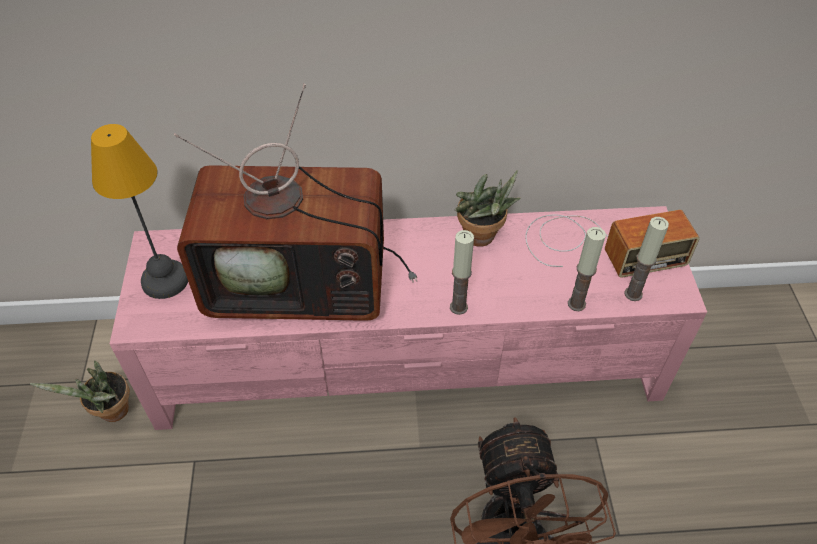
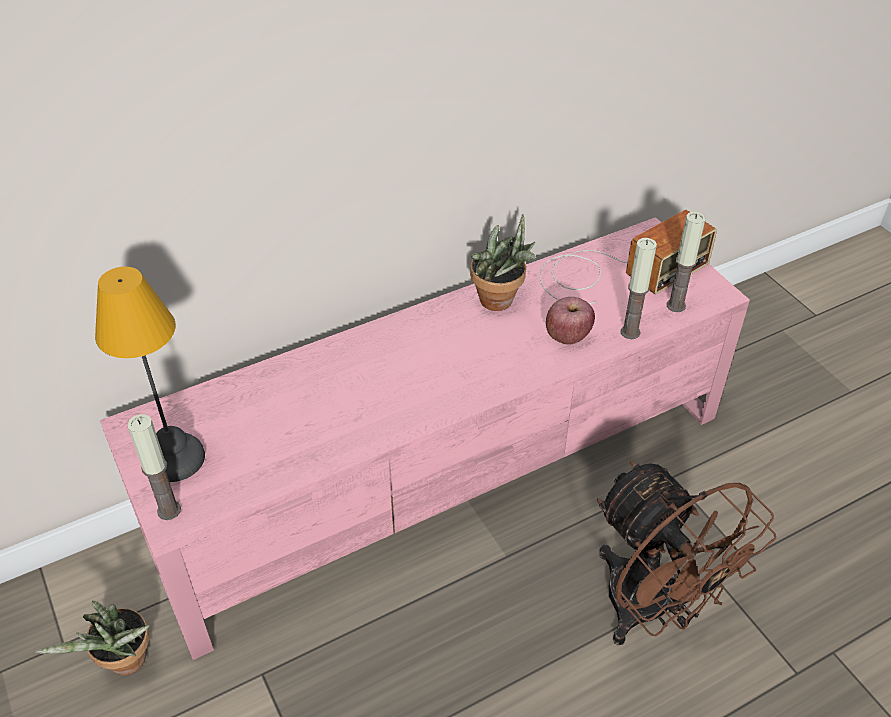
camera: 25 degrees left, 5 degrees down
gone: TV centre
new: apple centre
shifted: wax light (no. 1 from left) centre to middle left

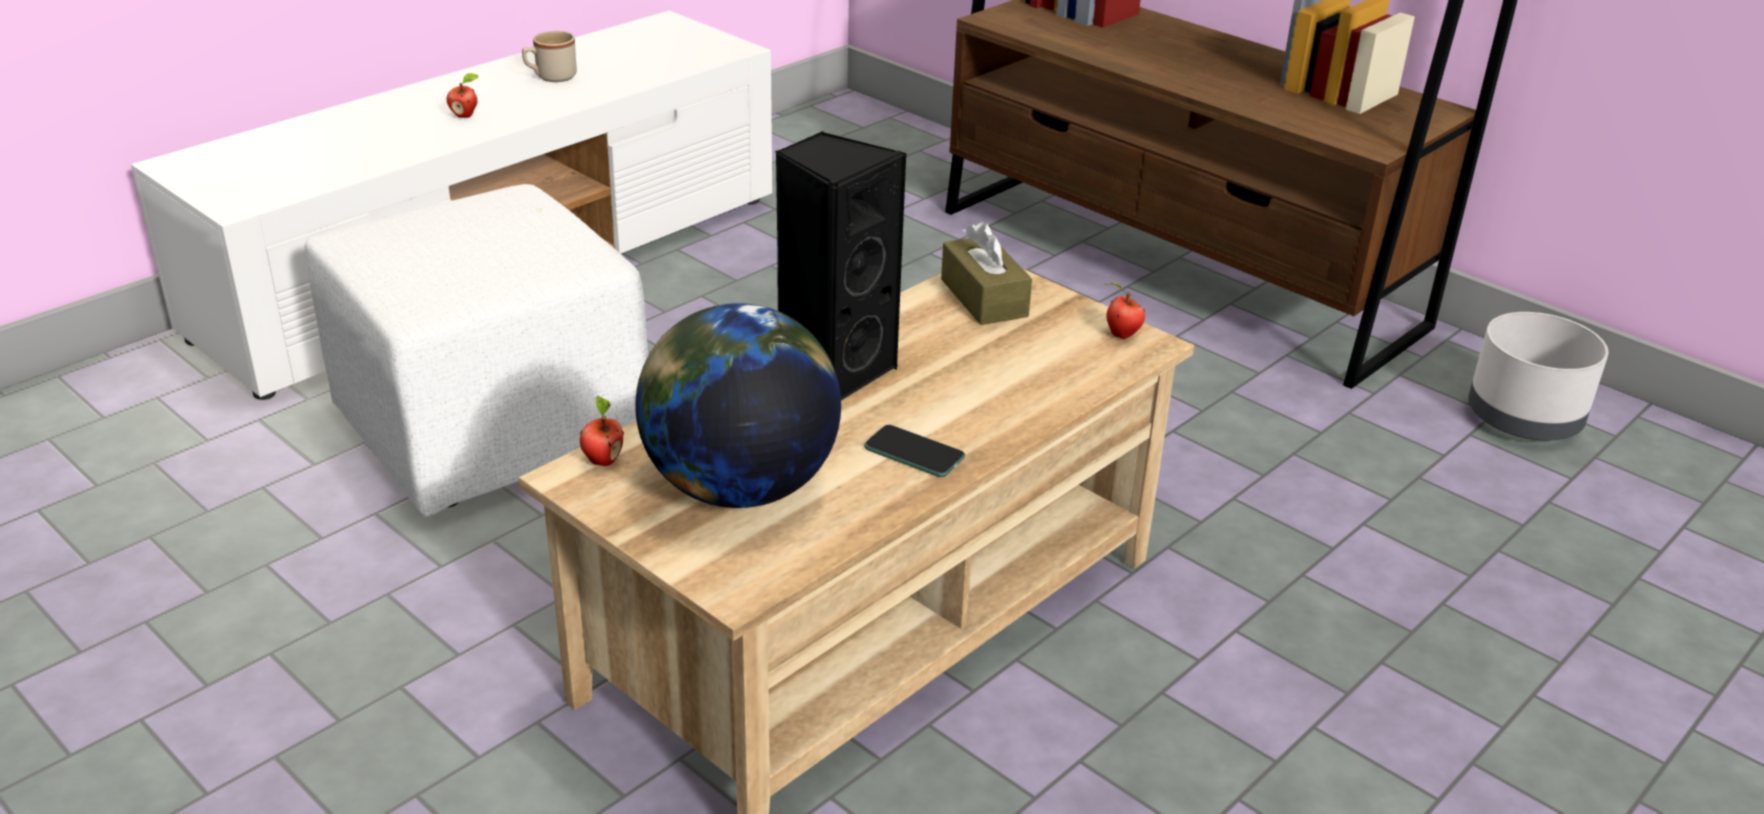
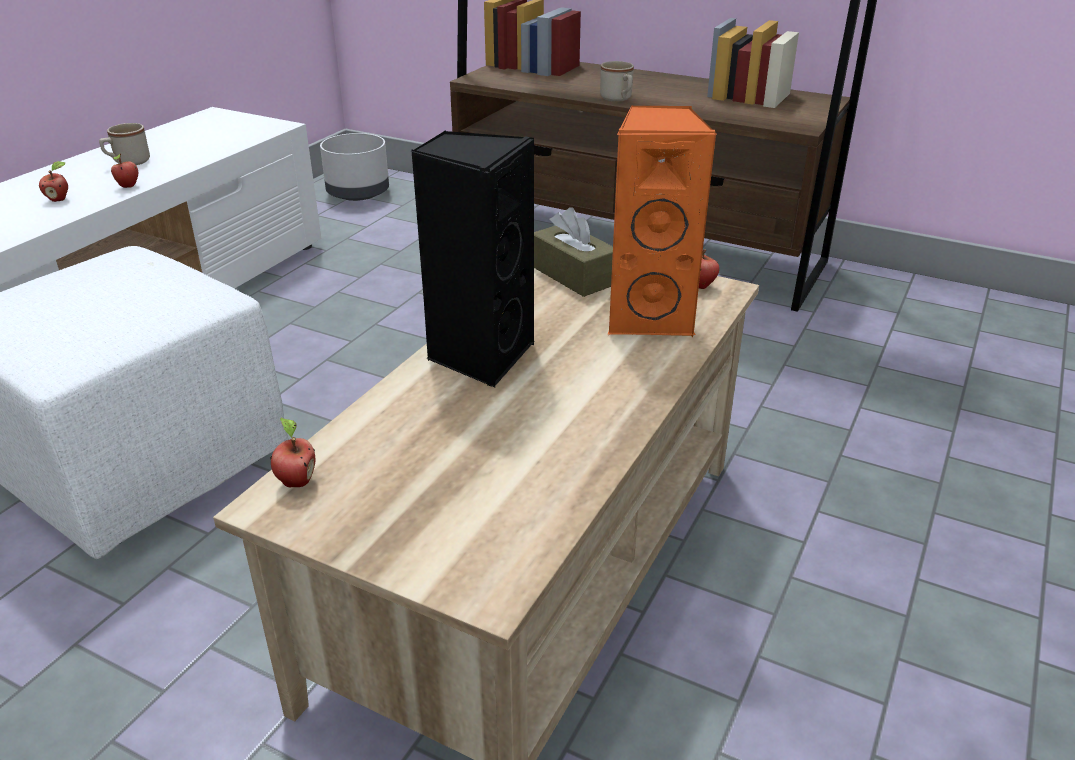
camera: 15 degrees left, 0 degrees up
gone: globe centre; handset centre
new: beige-coloured tea mug (no. 2 from left) top centre; orangey audio speaker top centre; apple (no. 2 from left) top left
shifted: grey flower pot middle right to top left

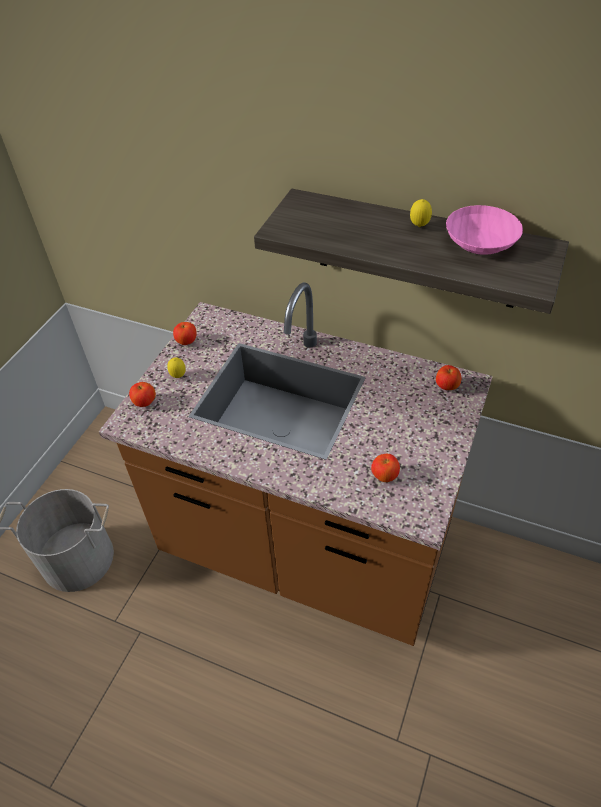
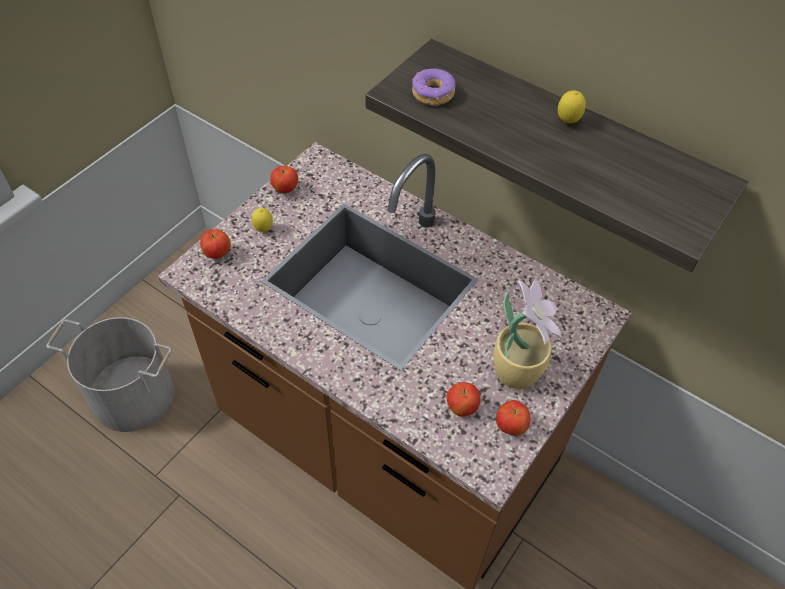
camera: 10 degrees right, 5 degrees up
gone: pink bowl top right
new: ring doughnut top centre; plant in a pot middle right
shifted: apple (no. 4 from left) middle right to bottom centre

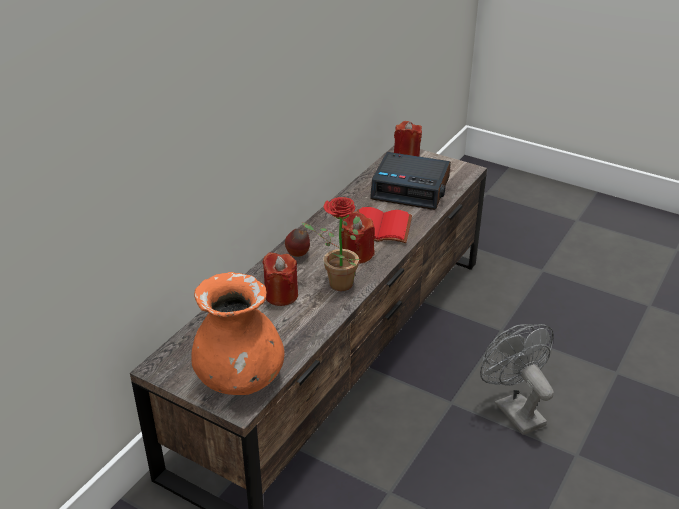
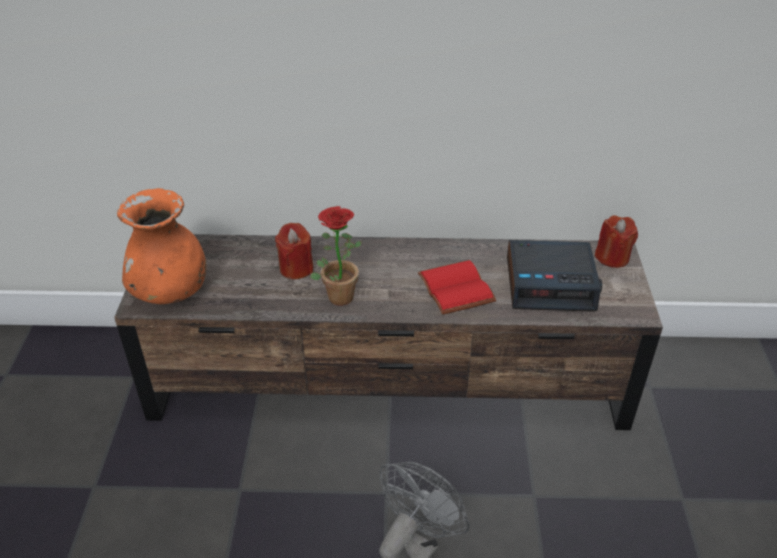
camera: 60 degrees right, 5 degrees up
gone: reddish wax light (no. 2 from left) centre; apple centre
rotated: table clock centre = middle right 75 degrees counterclockwise

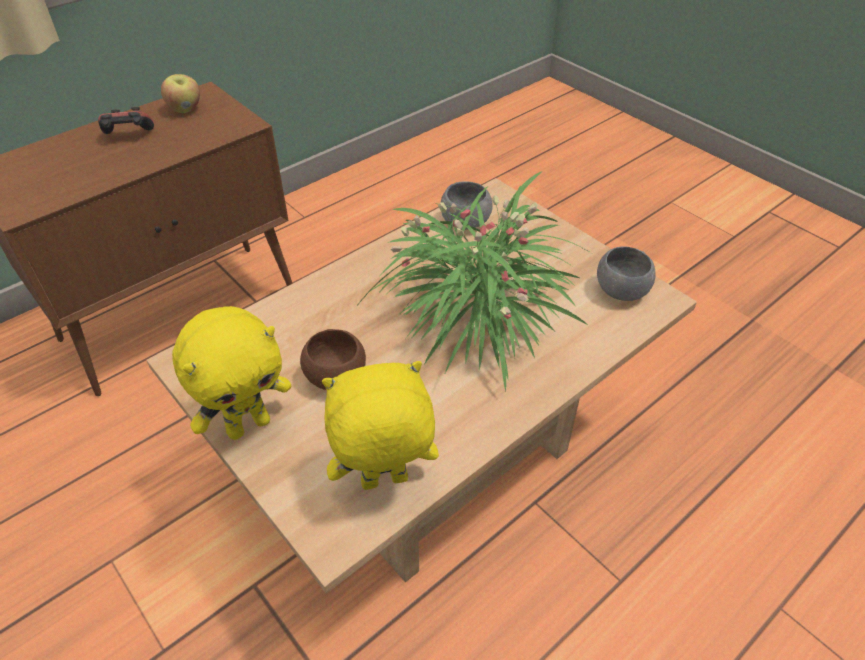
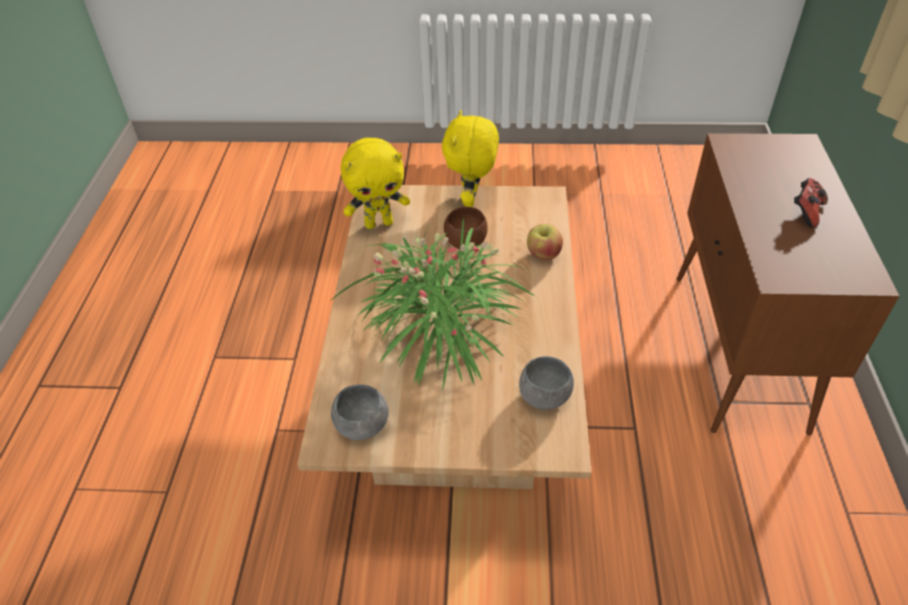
camera: 135 degrees right, 0 degrees up
shifted: apple top left to centre
rotated: yellow cuddly toy (no. 2 from left in the first image) centre = top centre 45 degrees clockwise

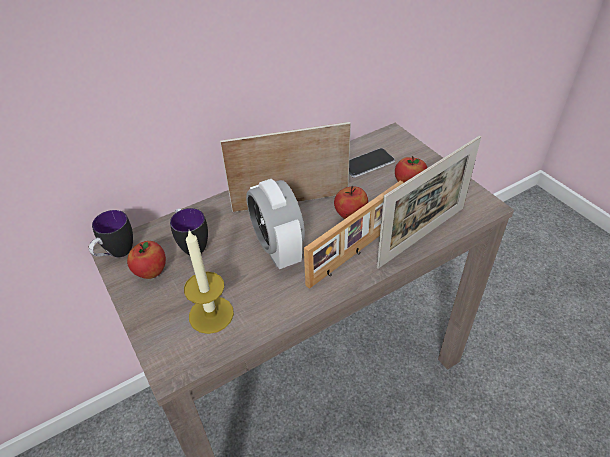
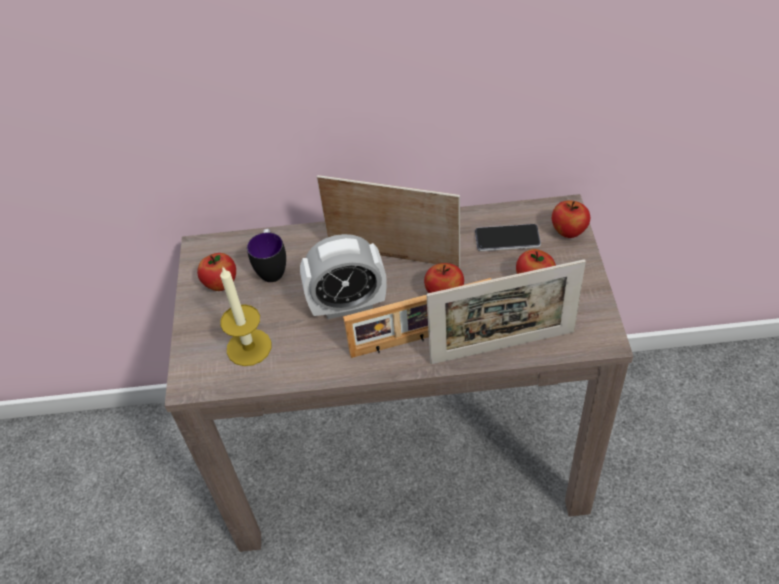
camera: 30 degrees right, 5 degrees up
gone: tea mug (no. 1 from left) middle left
new: apple (no. 4 from left) middle right
rotated: table clock centre = centre 105 degrees counterclockwise

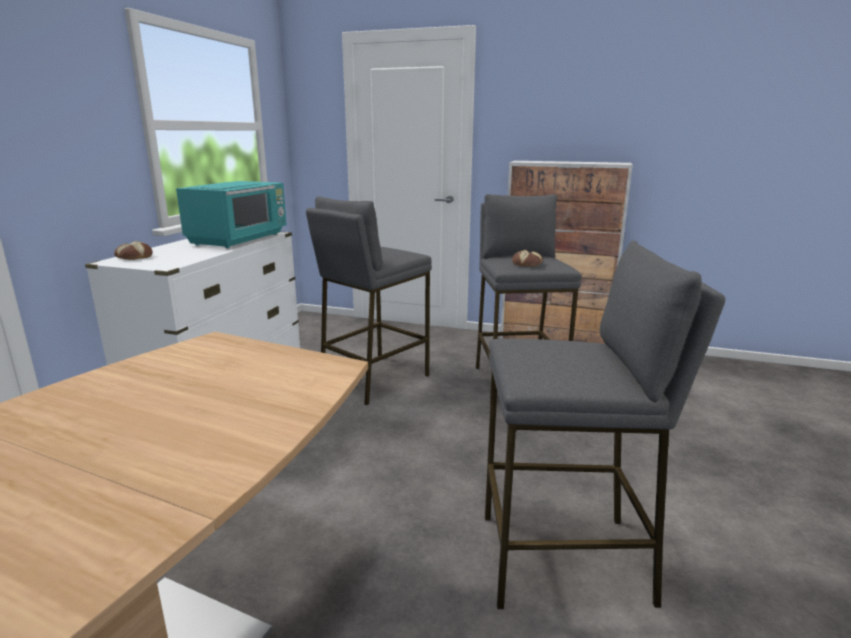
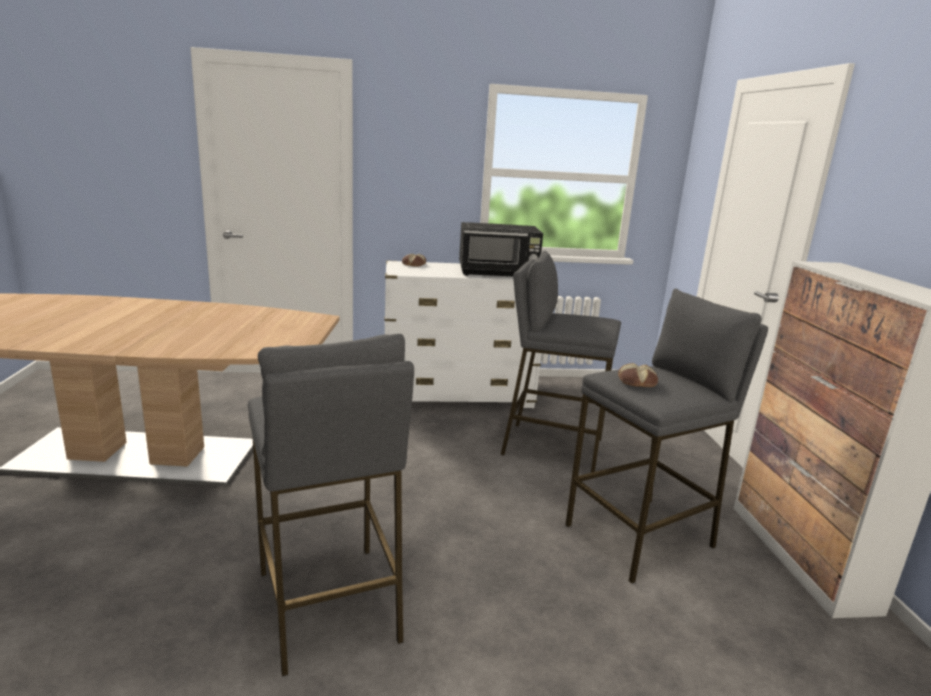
camera: 65 degrees right, 0 degrees up
repainted: turquoise-coloured microwave middle left to black microwave centre

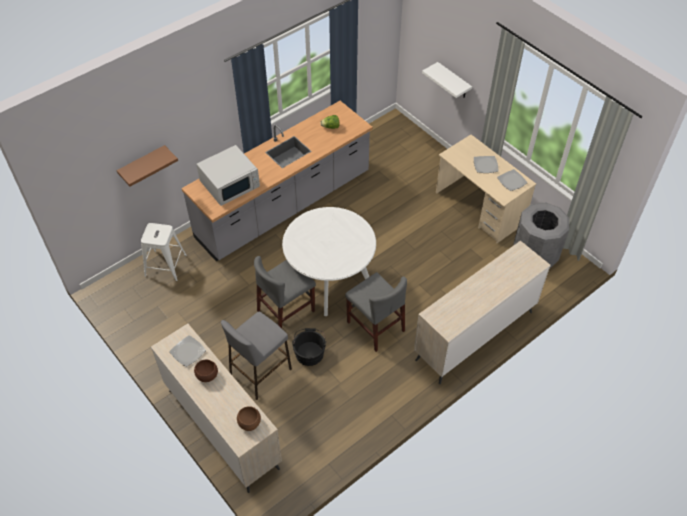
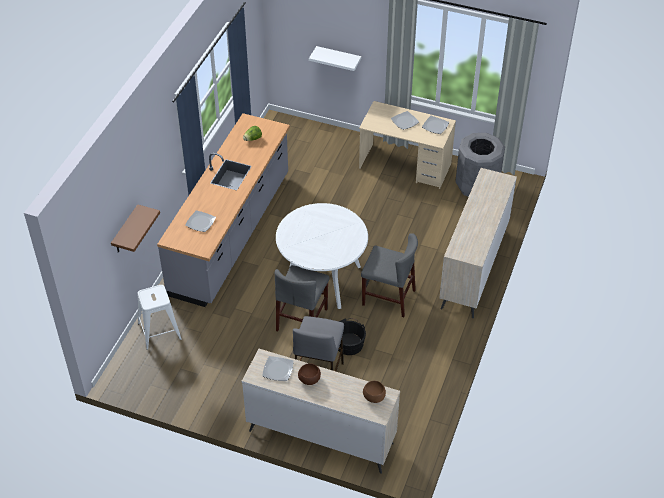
camera: 30 degrees left, 5 degrees down
swapped: white-coloured microwave middle left to plate (no. 1 from left) middle left

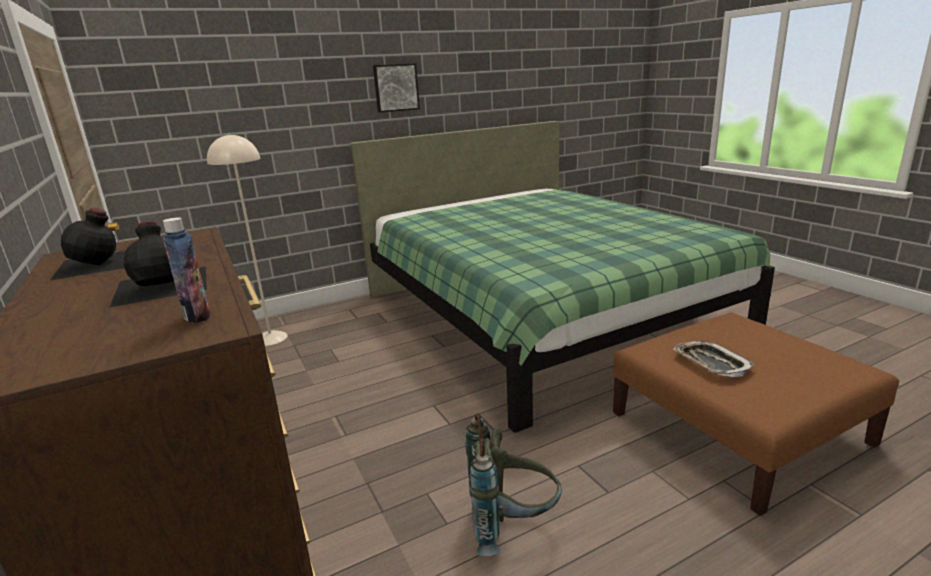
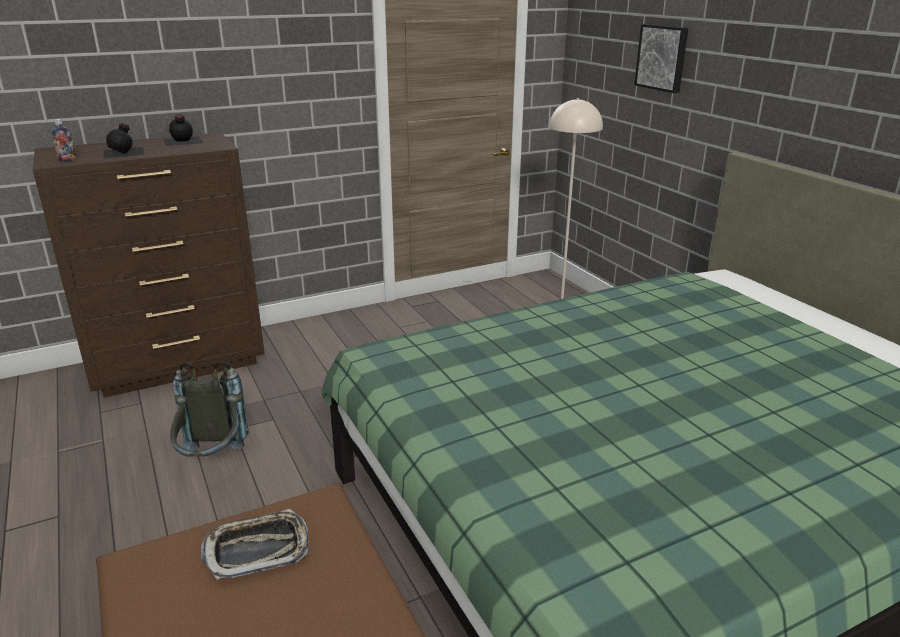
camera: 90 degrees right, 5 degrees up
shifted: picture top centre to top right

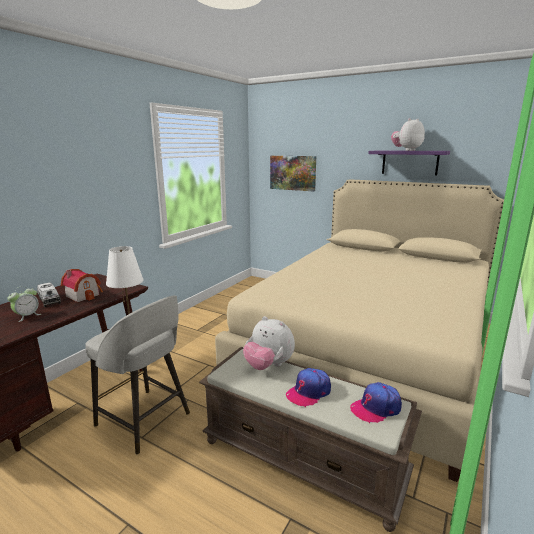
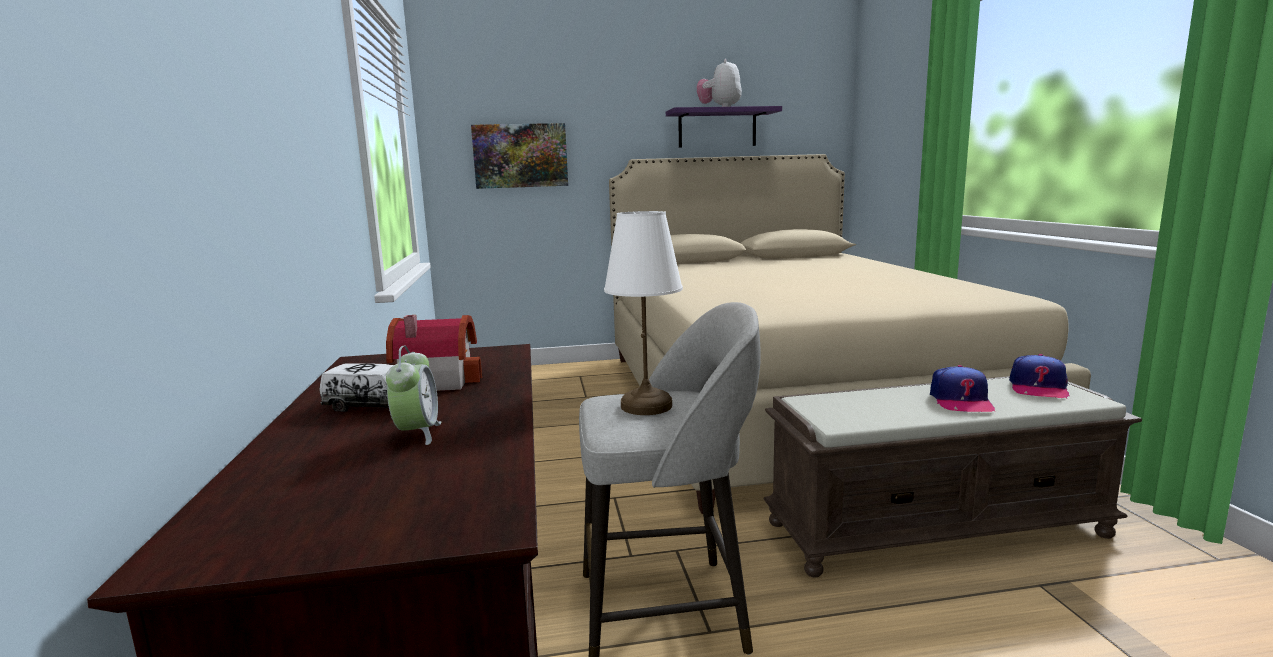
camera: 40 degrees left, 5 degrees down
gone: cuddly toy (no. 1 from left) centre

